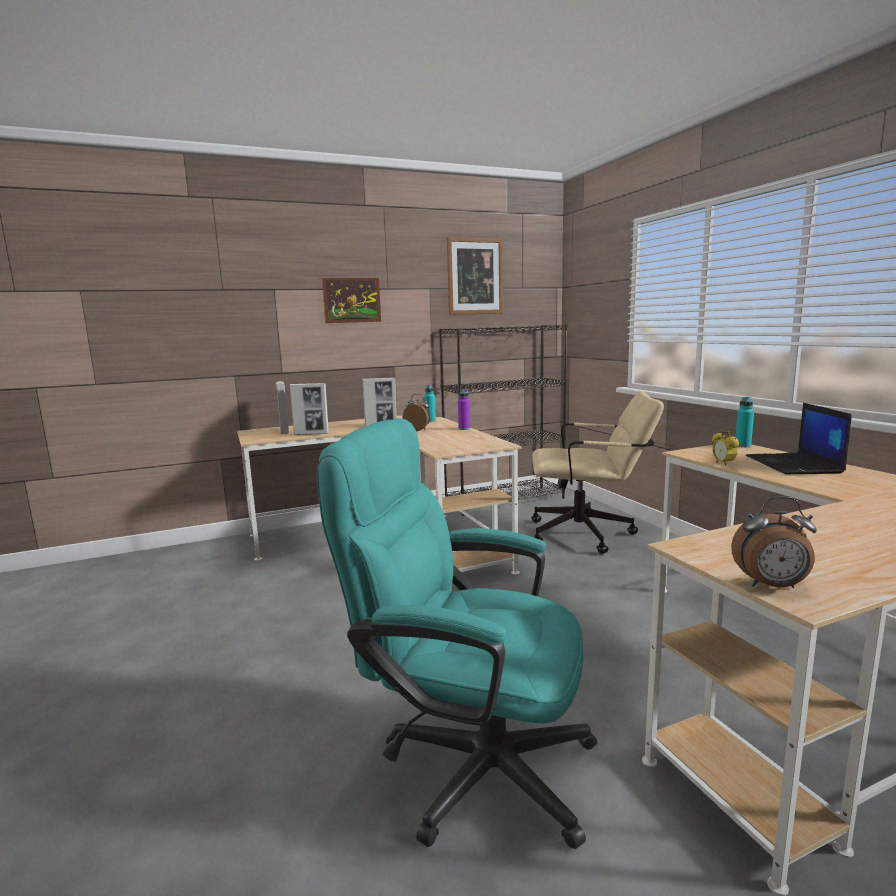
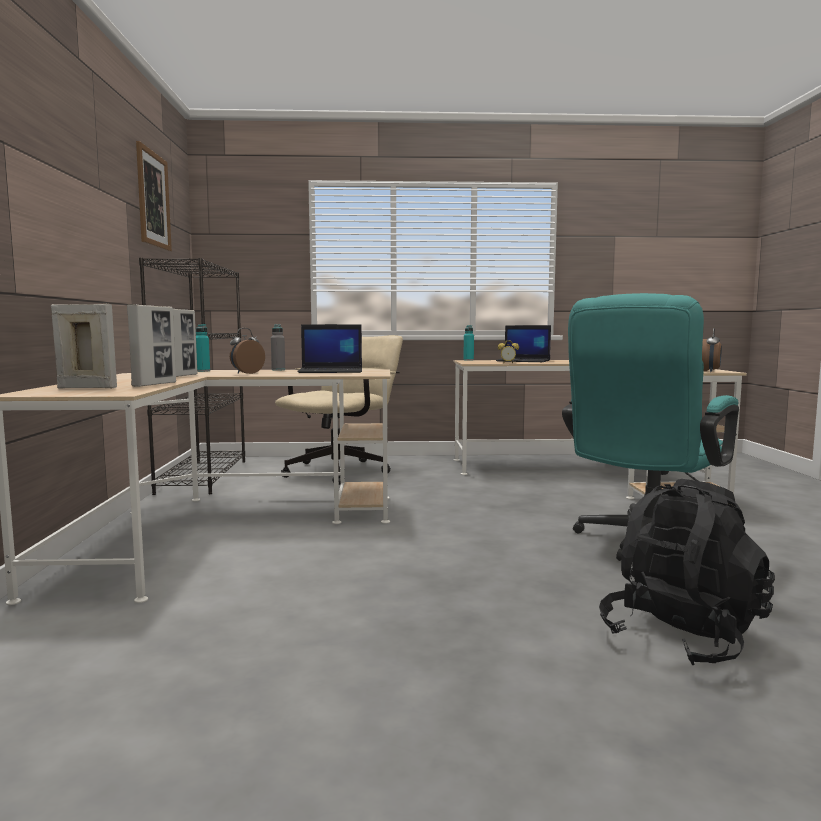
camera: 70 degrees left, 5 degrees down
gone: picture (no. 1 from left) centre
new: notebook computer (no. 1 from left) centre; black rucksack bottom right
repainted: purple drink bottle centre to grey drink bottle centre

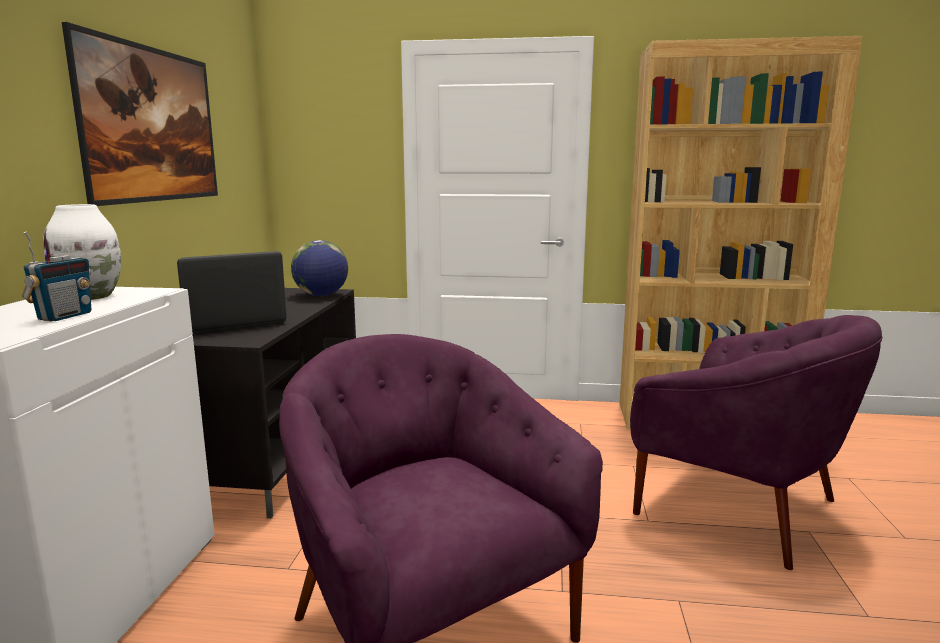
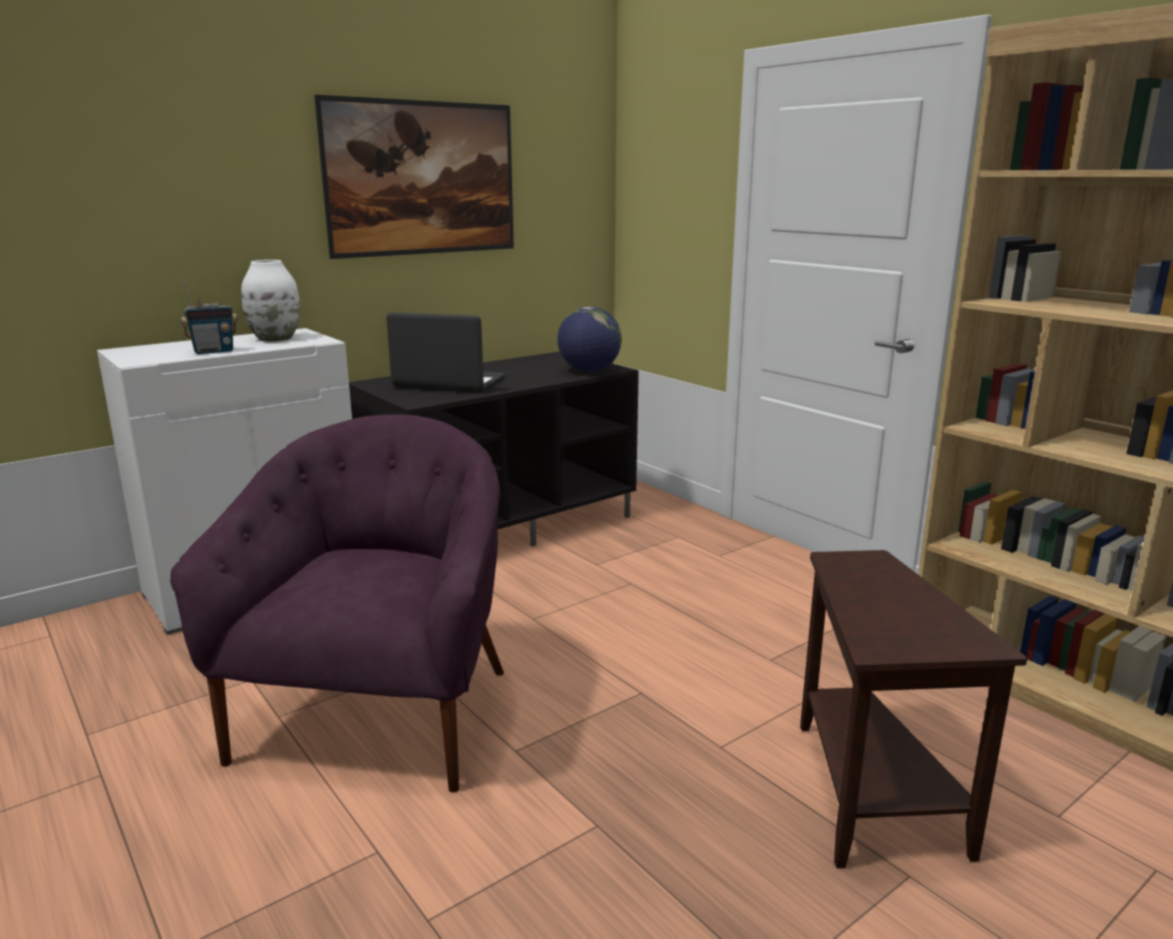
camera: 45 degrees right, 5 degrees up
swapped: purple armchair (no. 2 from left) bottom right to brown-coloured accent table bottom right

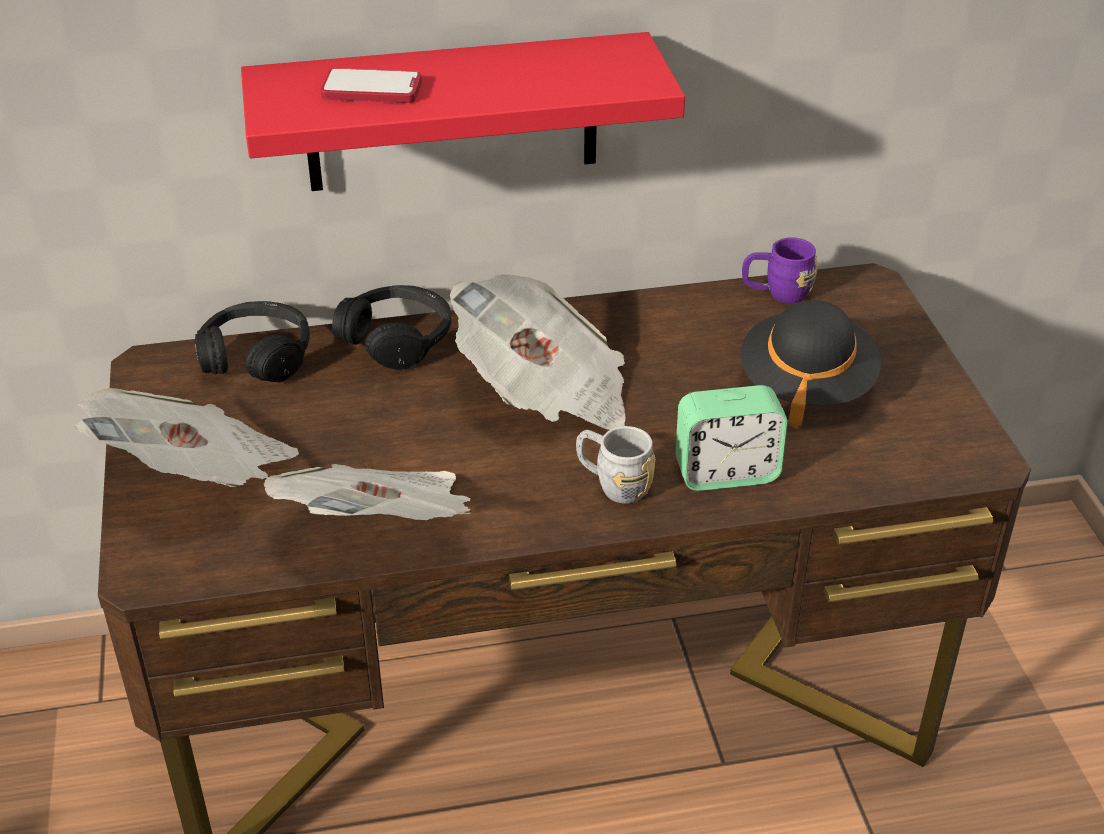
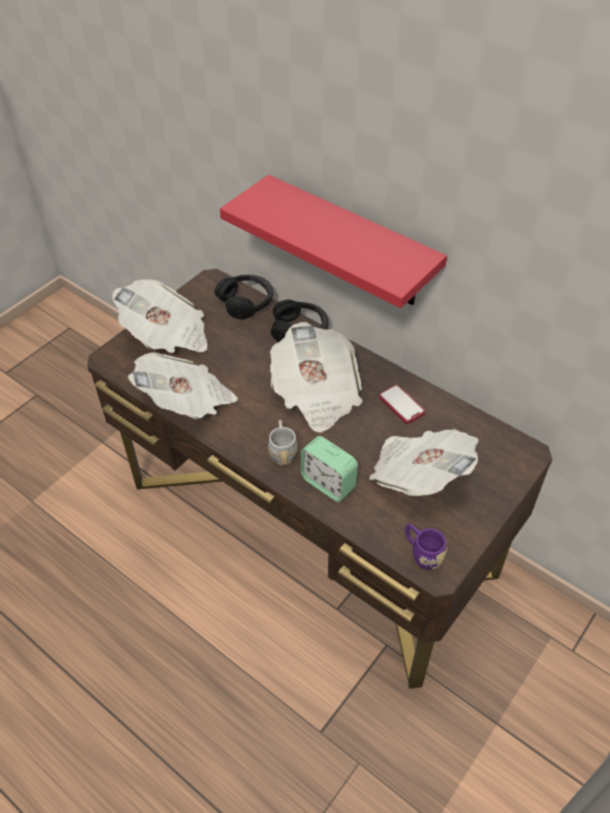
camera: 50 degrees right, 10 degrees up
shifted: handset top centre to centre; purple tea mug top right to bottom right
swapped: black hat middle right to printed paper (no. 4 from left) middle right

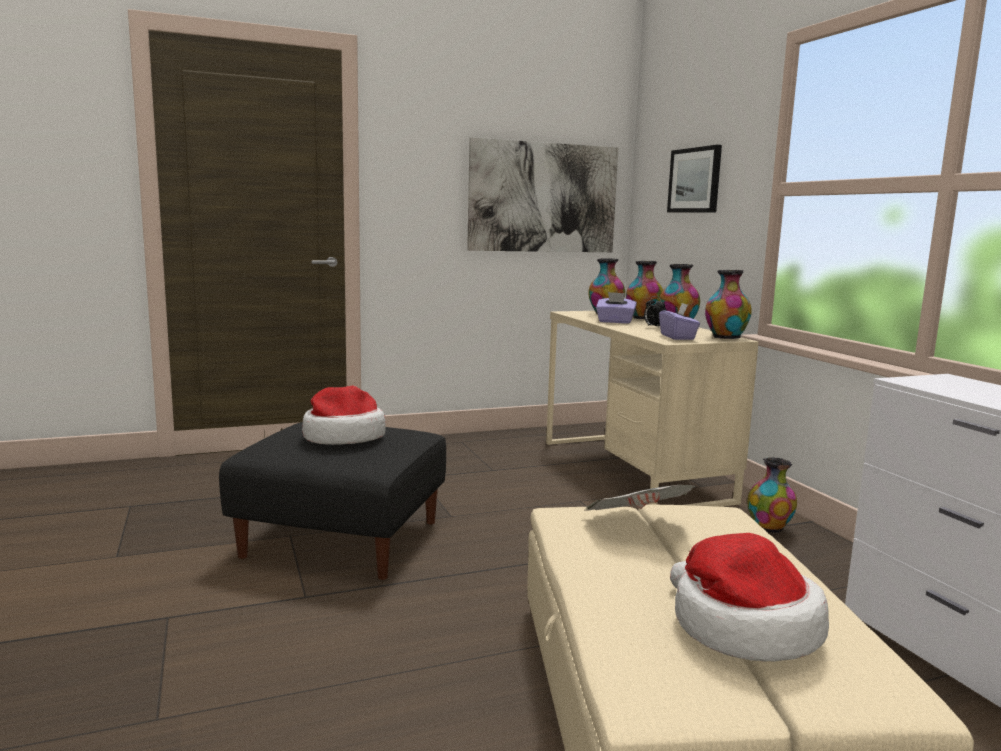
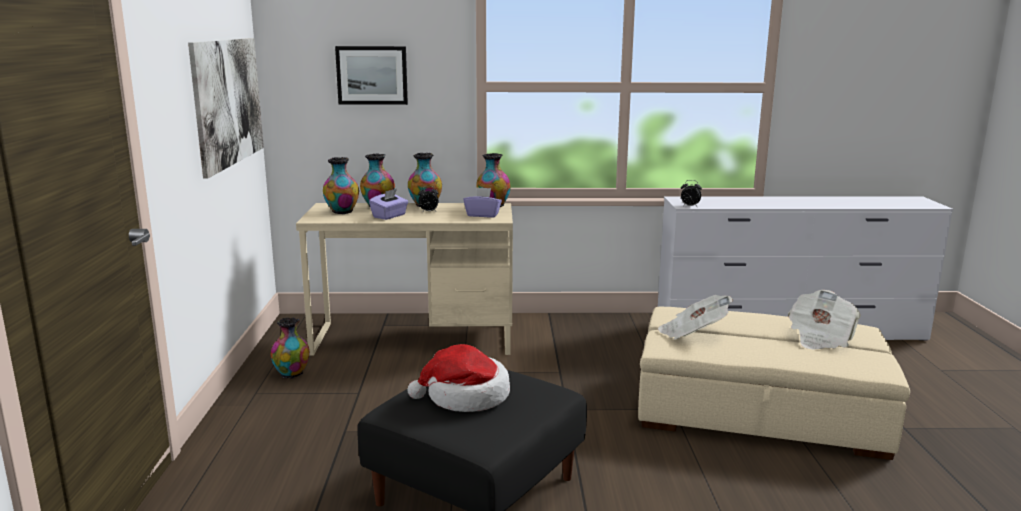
camera: 70 degrees left, 5 degrees up
new: table clock (no. 2 from left) middle right
shifted: flower vase (no. 5 from left in the first image) middle right to flower vase (no. 1 from left) bottom left
swapped: hat (no. 2 from left) bottom right to printed paper (no. 2 from left) middle right

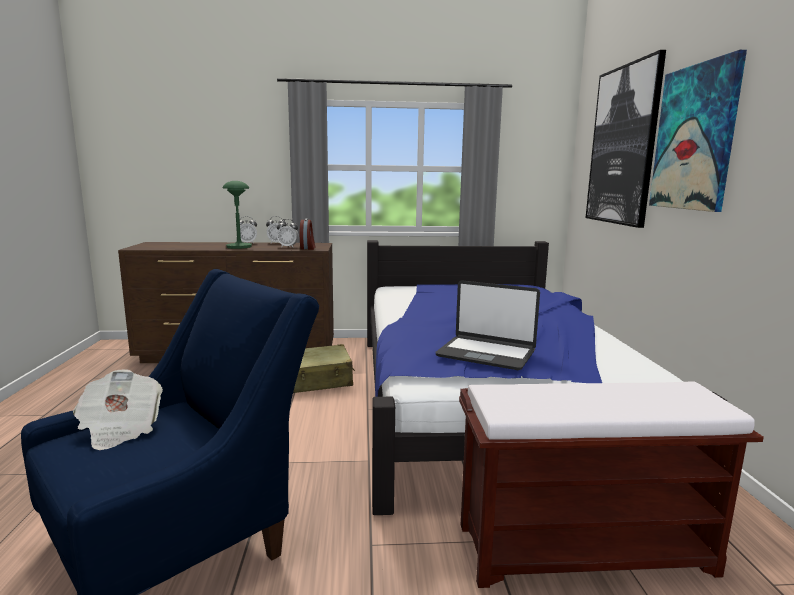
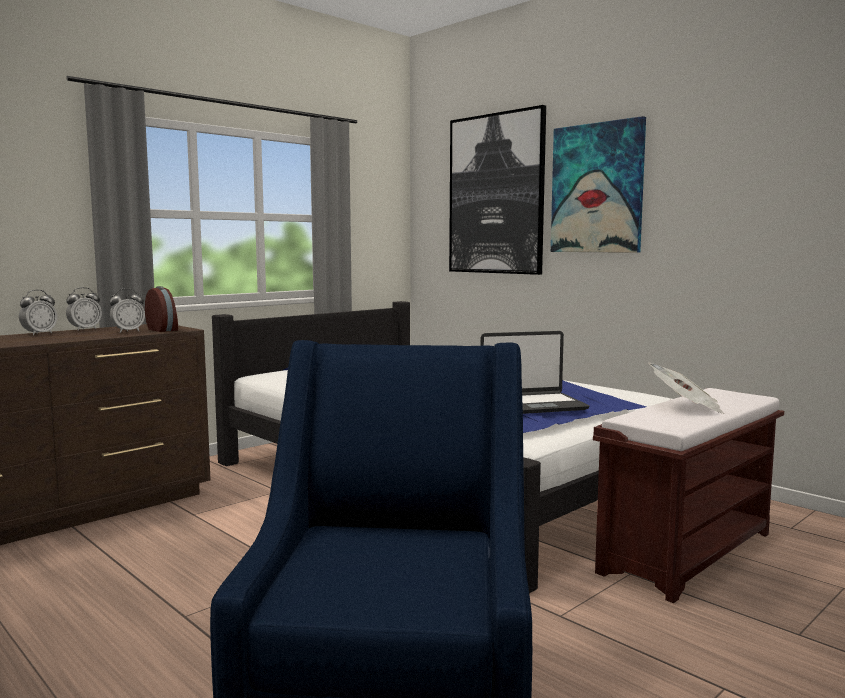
camera: 40 degrees left, 5 degrees down
gone: green lamp for a table middle left; beige-coloured travel case centre
shifted: printed paper bottom left to middle right

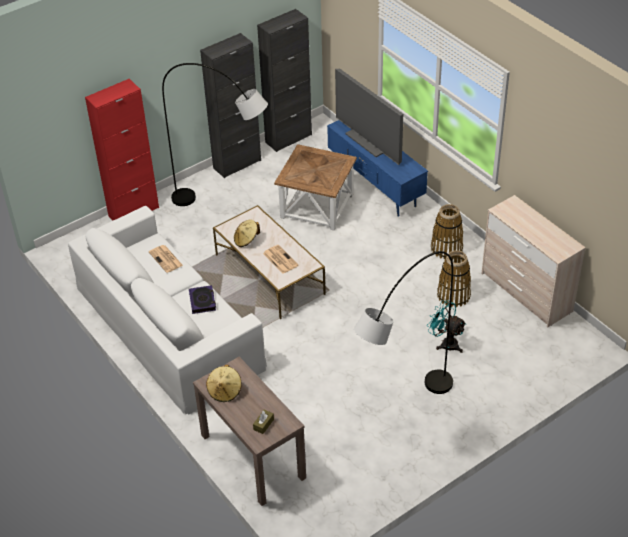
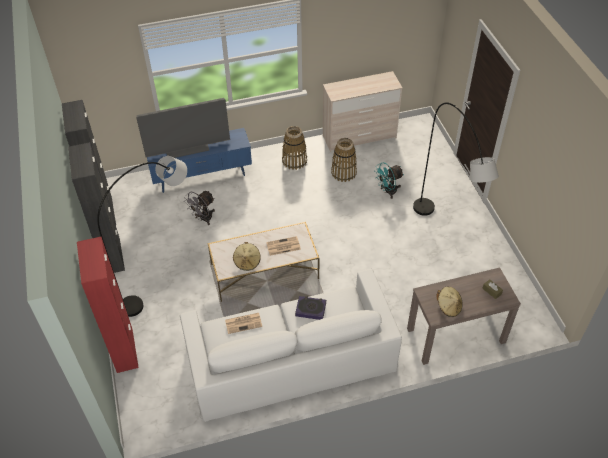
camera: 70 degrees left, 5 degrees up
swapped: brown-coloured accent table centre to grey electric fan middle left

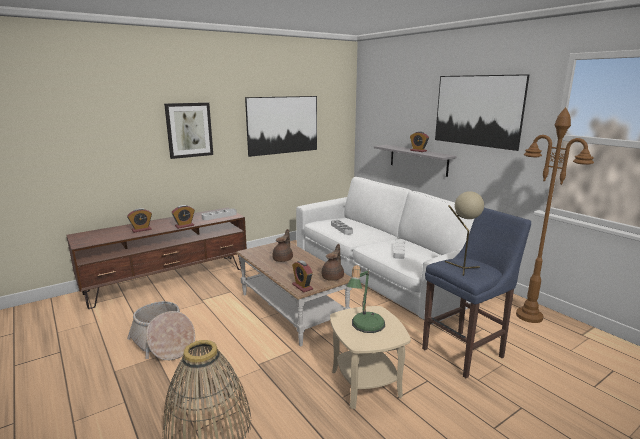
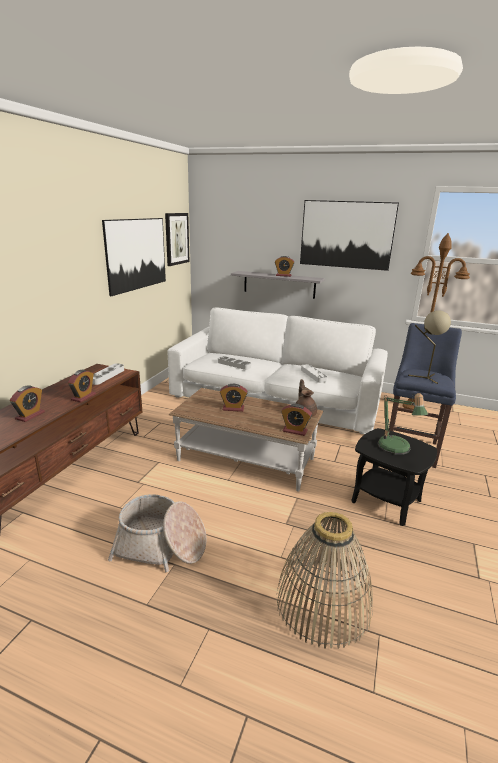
camera: 35 degrees left, 5 degrees up
shifted: picture (no. 1 from left in the first image) top left to picture (no. 2 from left) top centre
swapped: brown-coloured tea pot (no. 1 from left) centre to table clock (no. 3 from left) centre
repainted: beige-coloured accent table bottom centre to black accent table middle right

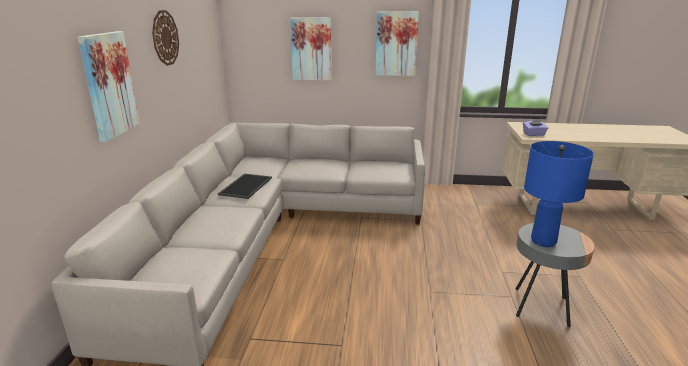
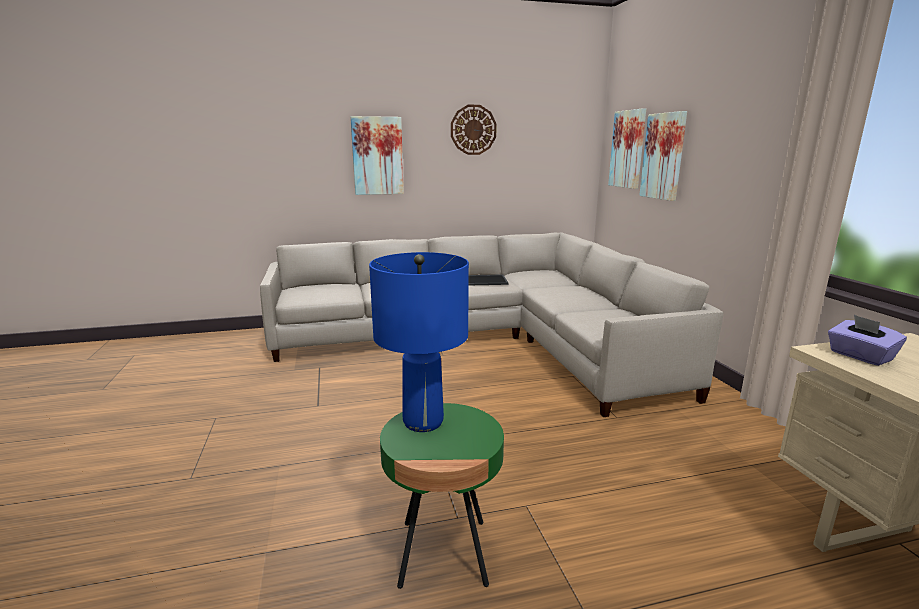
camera: 70 degrees right, 5 degrees down
shifted: picture (no. 3 from left in the first image) top centre to picture (no. 2 from left) top right
repainted: grey accent table bottom right to green accent table bottom centre

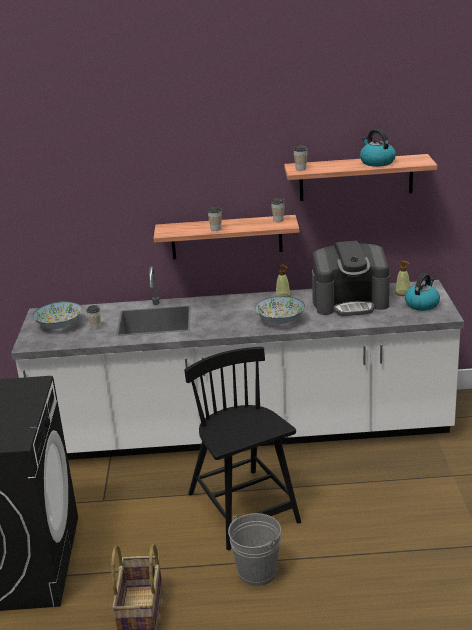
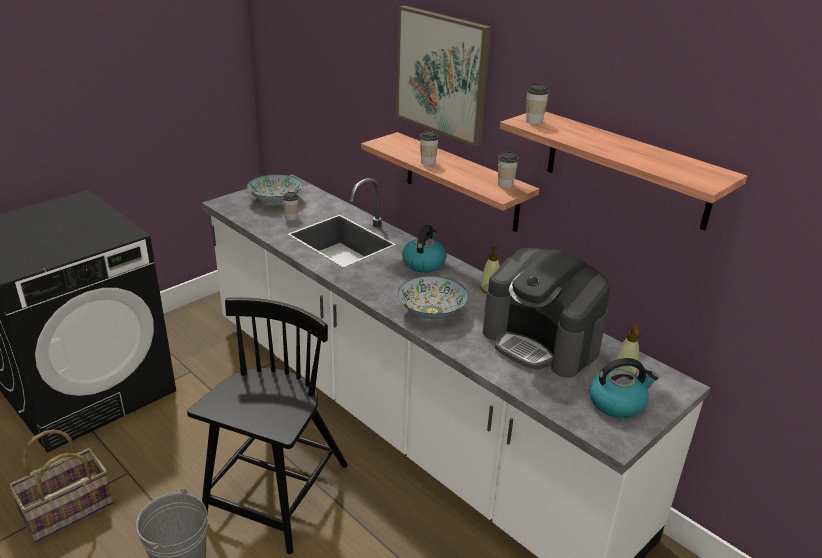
camera: 45 degrees right, 5 degrees up
new: picture top centre
shifted: tea kettle (no. 1 from left) top right to centre

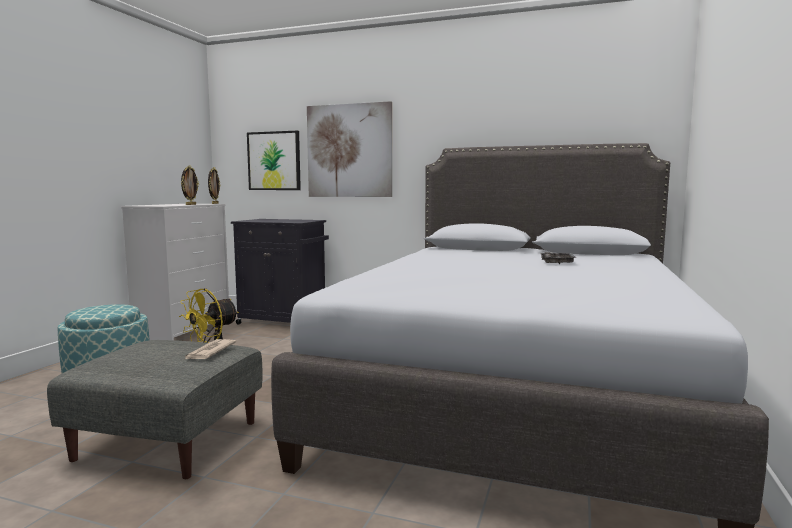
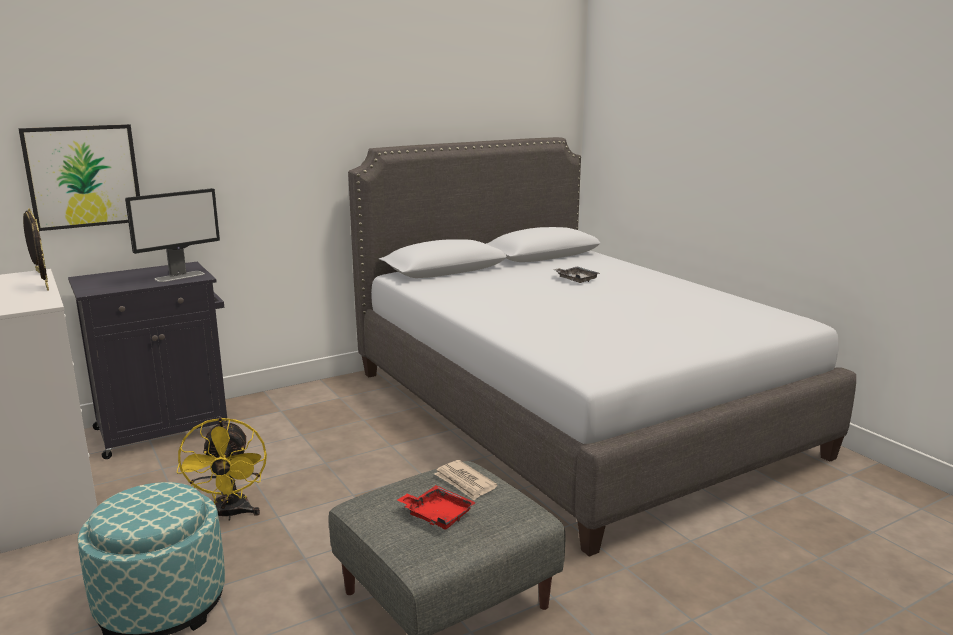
camera: 50 degrees left, 10 degrees up
gone: picture (no. 2 from left) top centre
new: computer display middle left; reddish serving tray bottom centre

